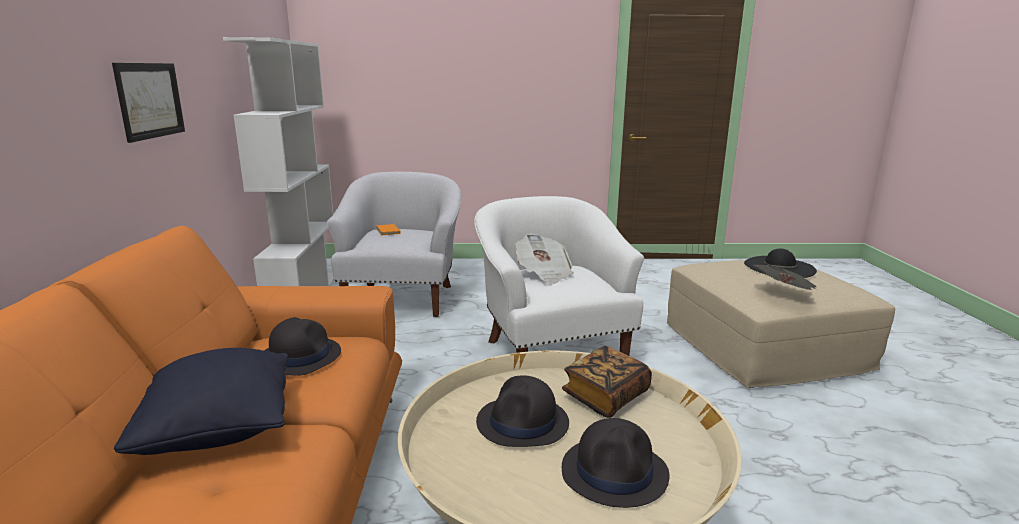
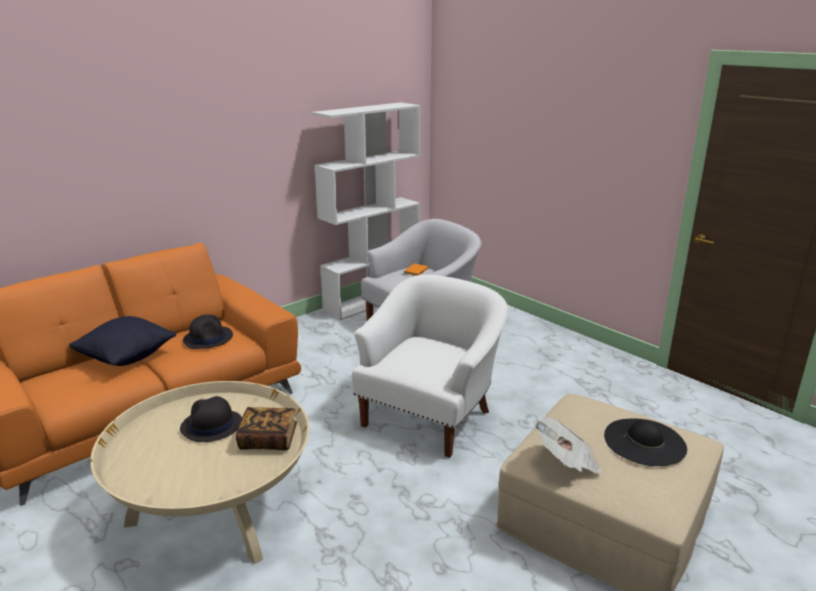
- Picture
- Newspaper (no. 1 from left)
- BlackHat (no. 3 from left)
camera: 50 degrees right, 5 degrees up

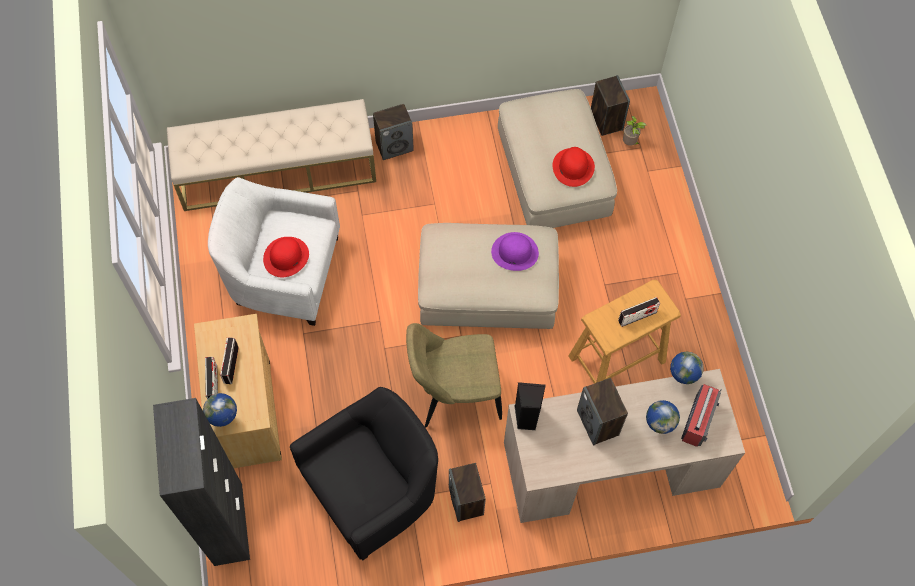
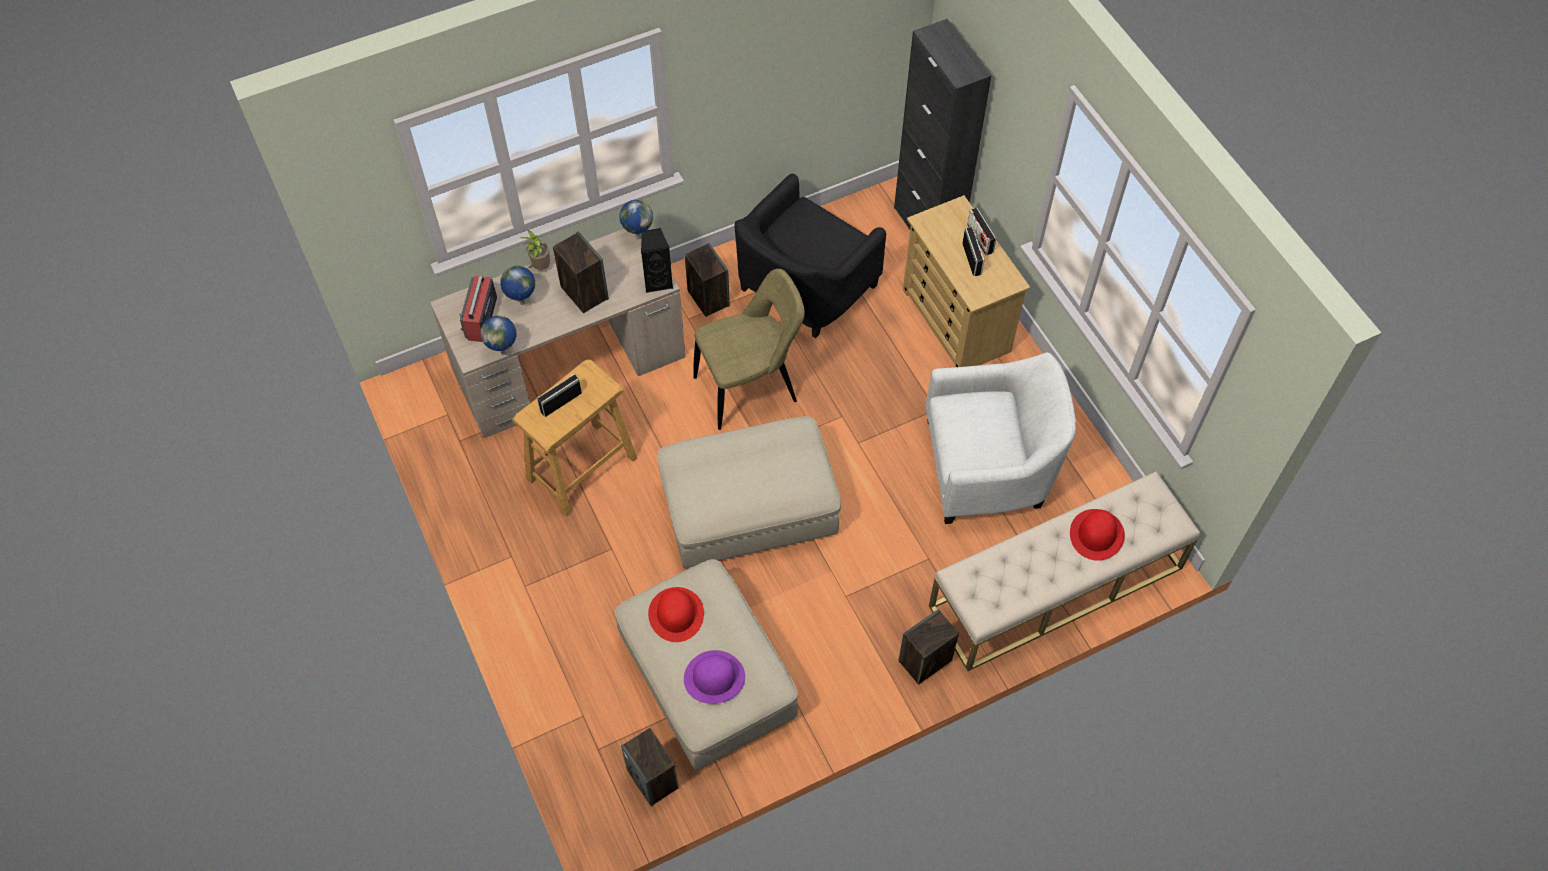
~ PottedPlant
~ PurpleHat
~ RedHat (no. 1 from left in the first image) to RedHat (no. 2 from left)
~ Globe (no. 1 from left in the first image) to Globe (no. 3 from left)
camera: 165 degrees right, 5 degrees down

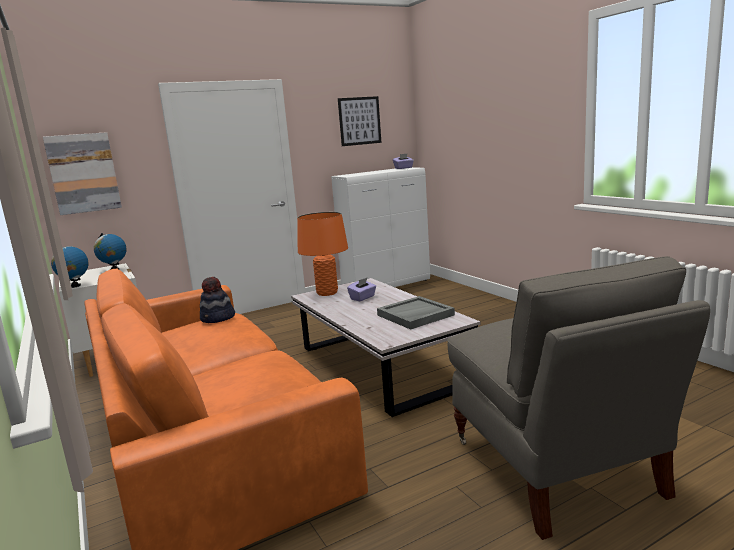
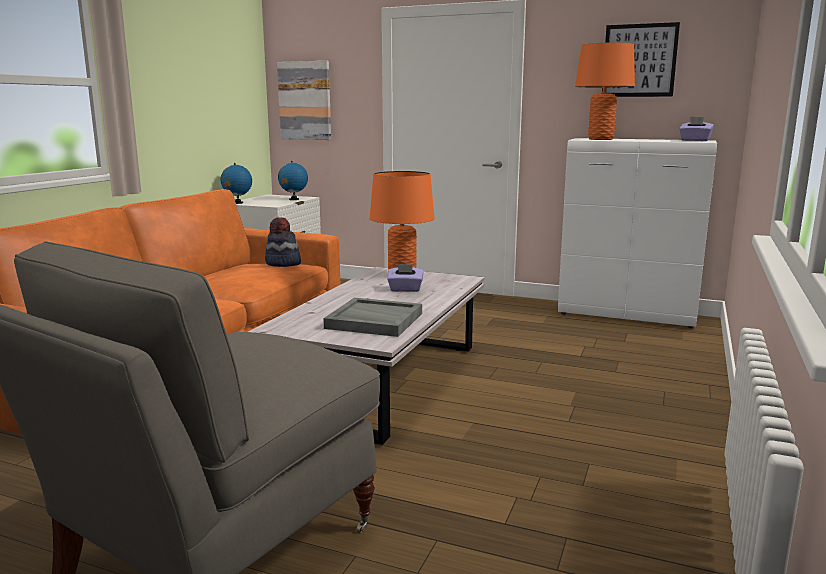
+ OrangeTableLamp (no. 2 from left)
camera: 50 degrees right, 0 degrees up

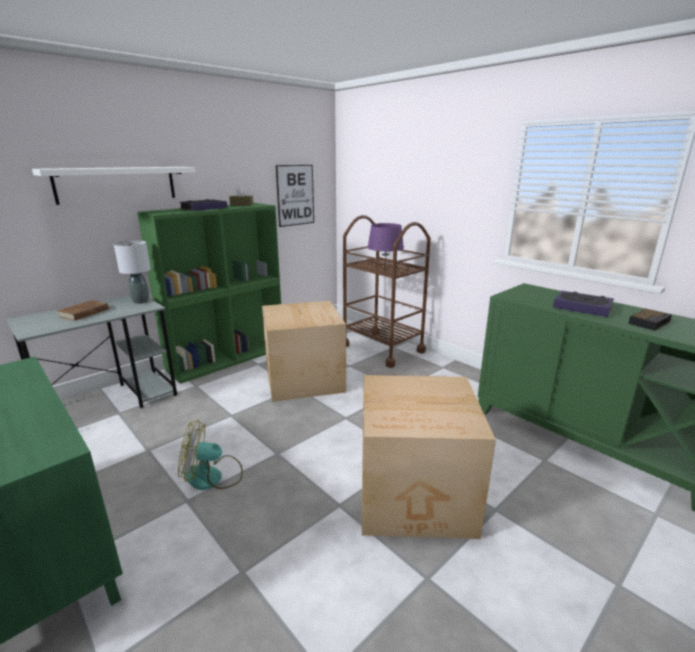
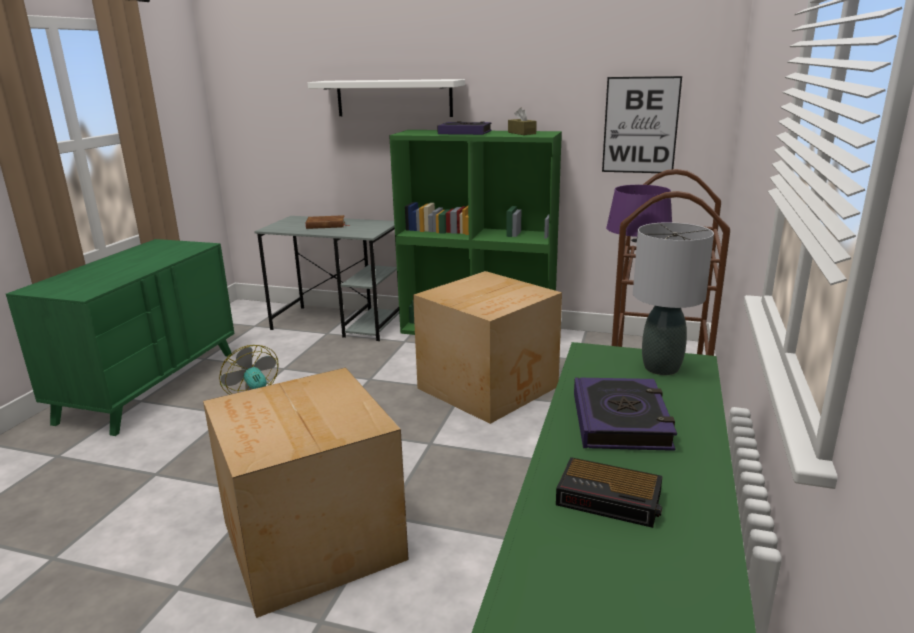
~ GreyTableLamp
camera: 60 degrees right, 0 degrees up

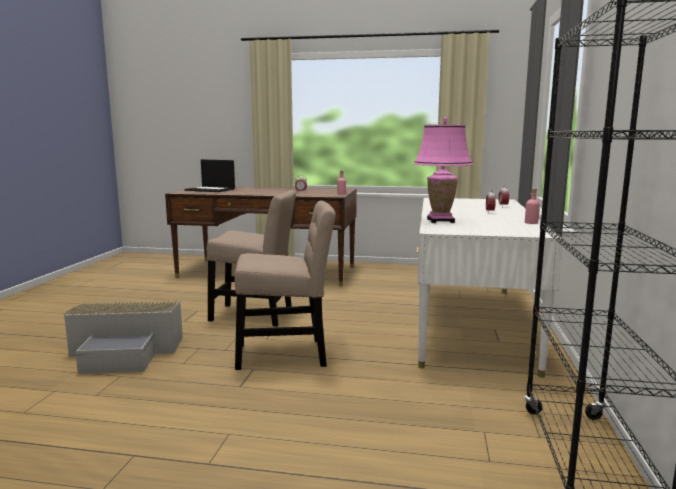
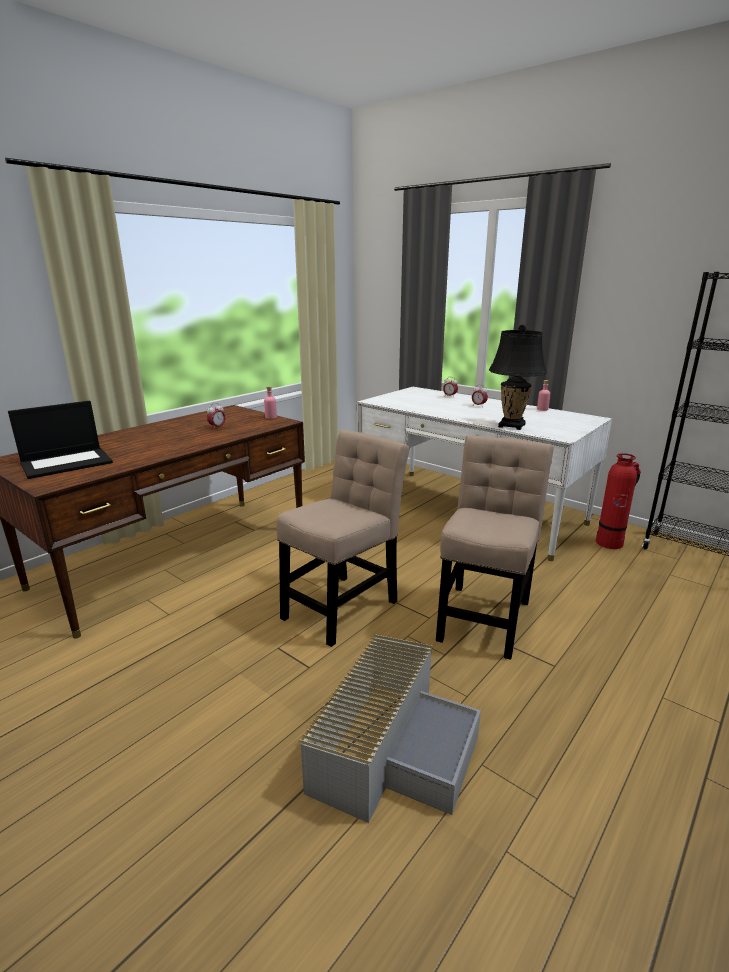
~ PinkTableLamp to BlackTableLamp
+ FireExtinguisher
camera: 60 degrees left, 10 degrees up

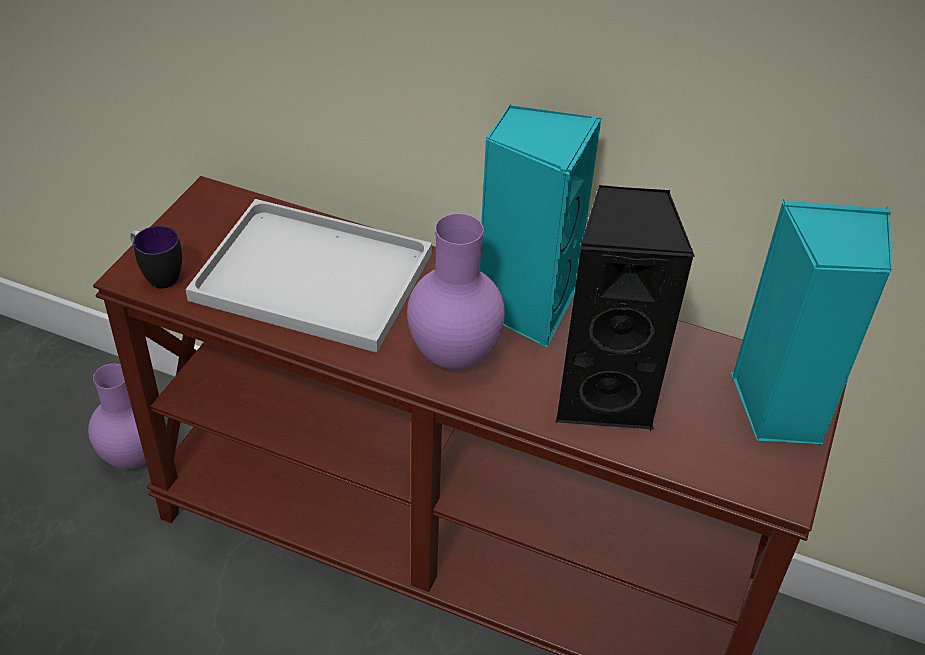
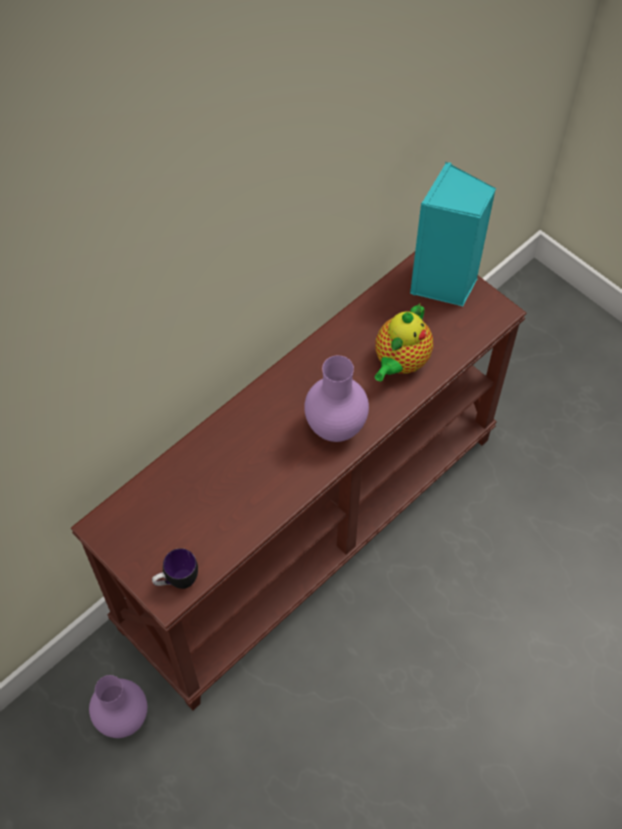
- TurquoiseSpeaker (no. 1 from left)
~ BlackSpeaker to Teapot
- WhiteTray
camera: 65 degrees left, 15 degrees up

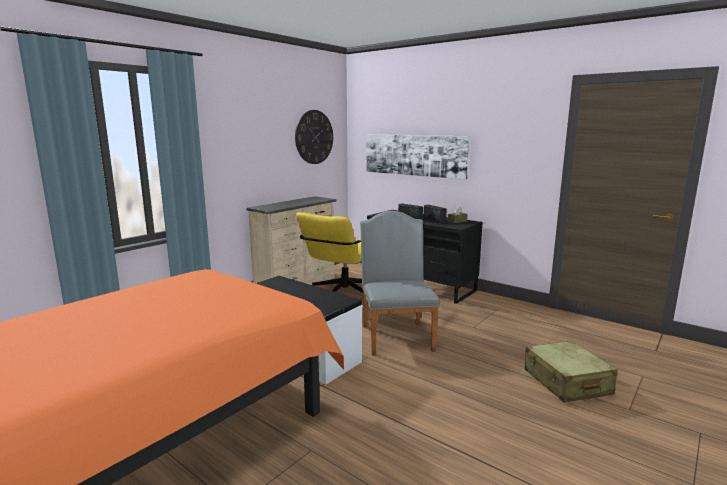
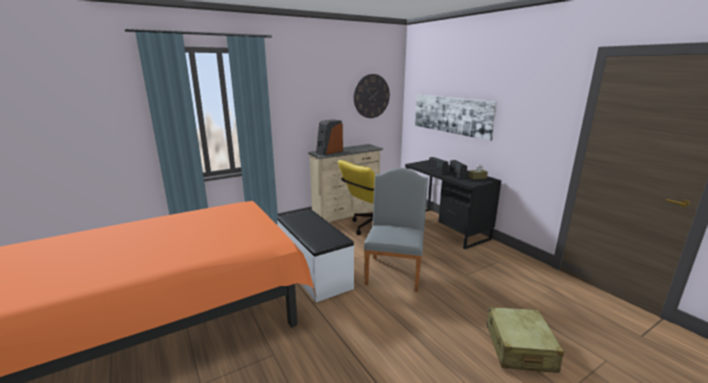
+ Speaker
camera: 20 degrees right, 5 degrees up

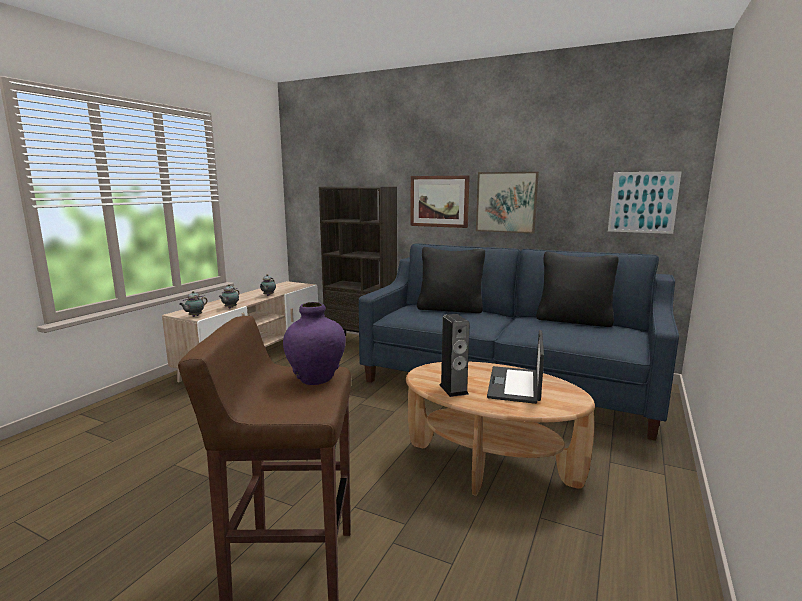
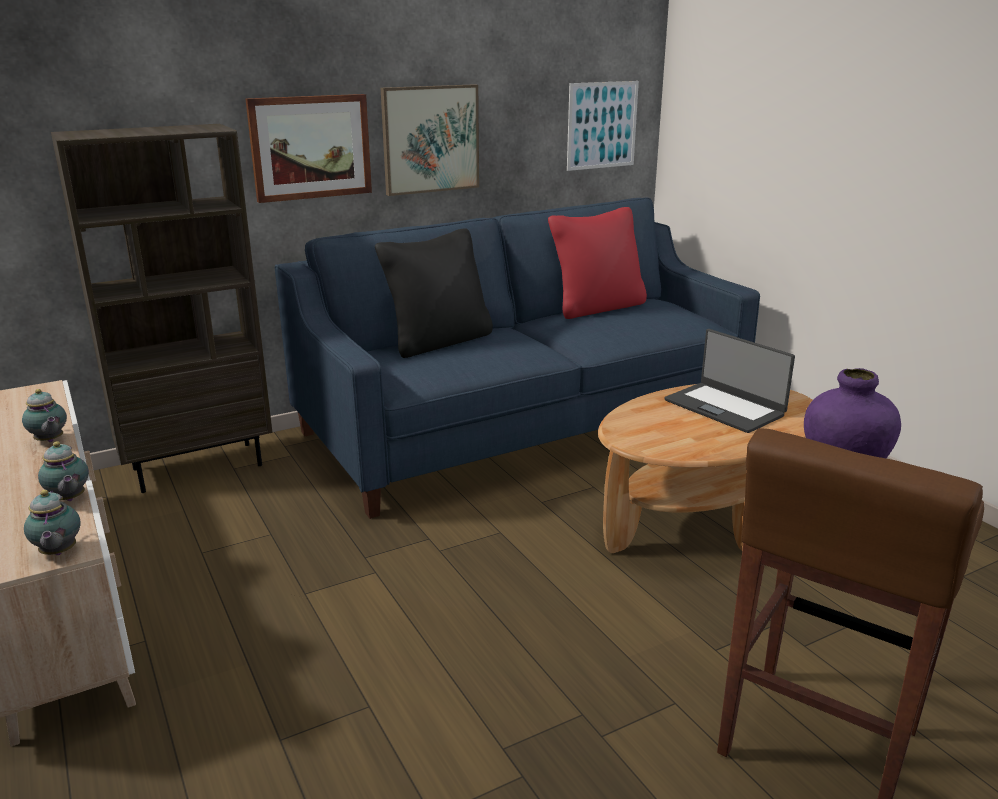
~ BlackPillow (no. 2 from left) to RedPillow
- Speaker
camera: 55 degrees left, 10 degrees up

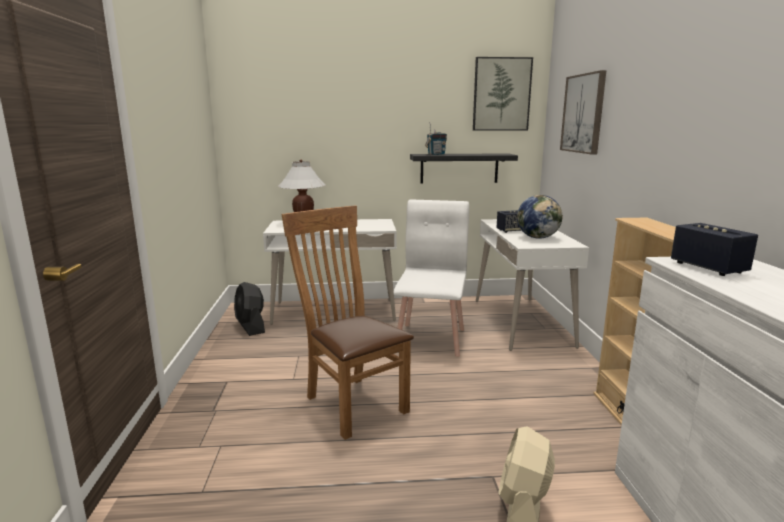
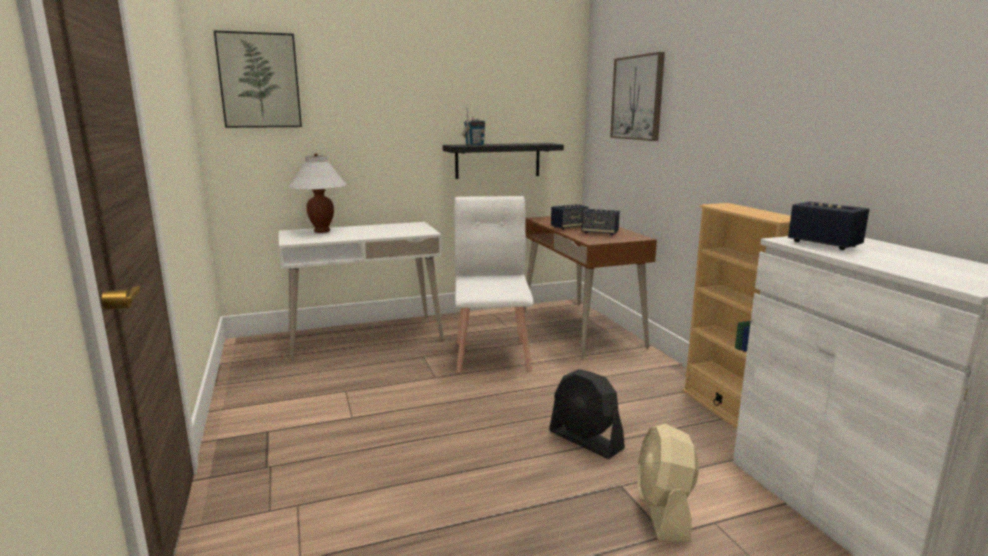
~ Picture (no. 1 from left)
~ Globe to Speaker (no. 2 from left)
- BrownChair
~ WhiteDesk (no. 2 from left) to BrownDesk
~ BlackFan
camera: 15 degrees left, 0 degrees up

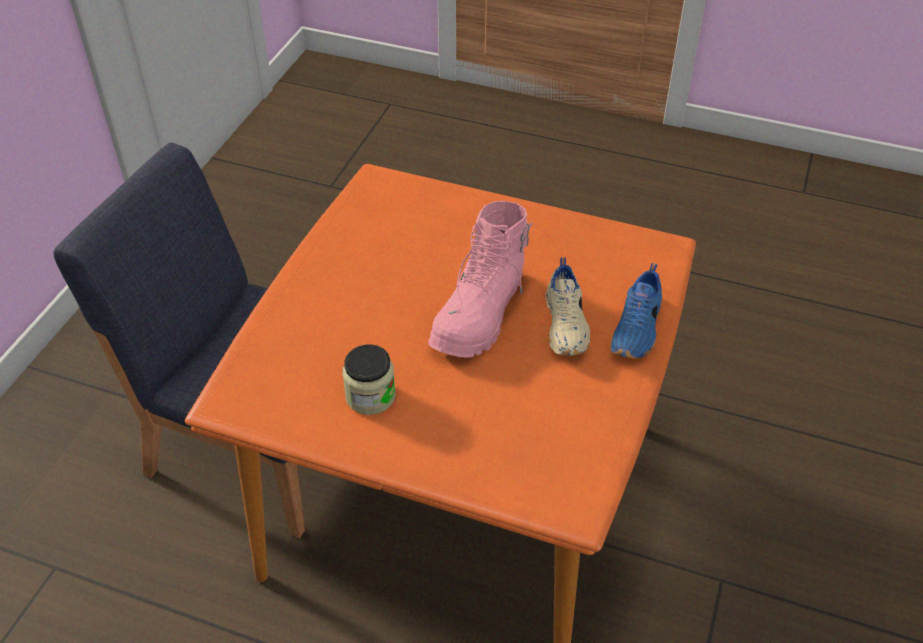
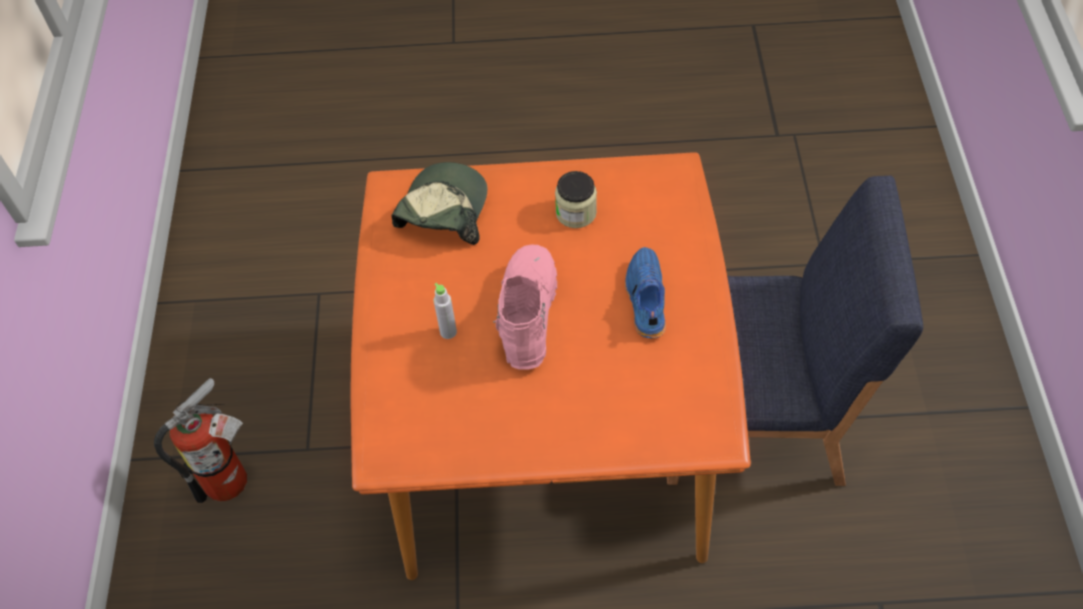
~ BeigeShoe to GreyBottle
~ BlueShoe
+ Cap
+ FireExtinguisher
camera: 160 degrees right, 10 degrees up

